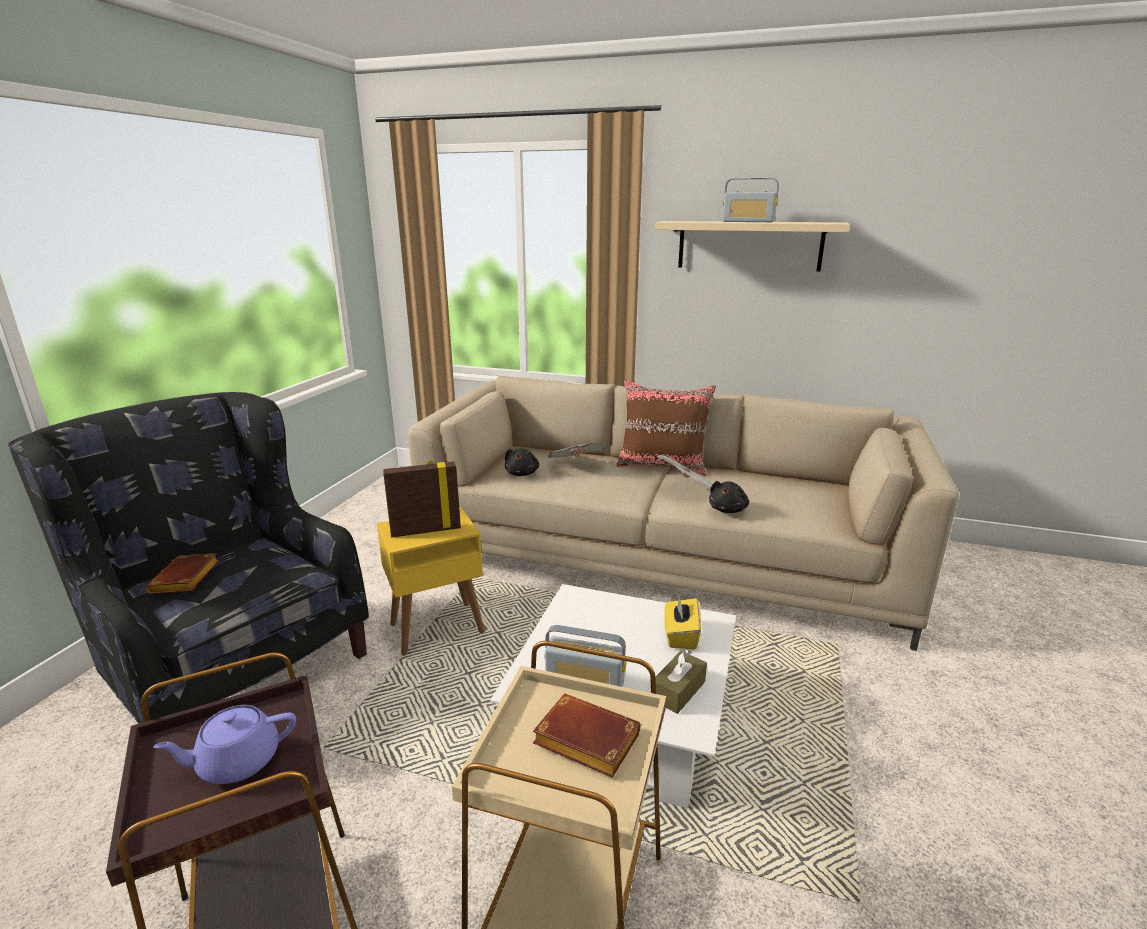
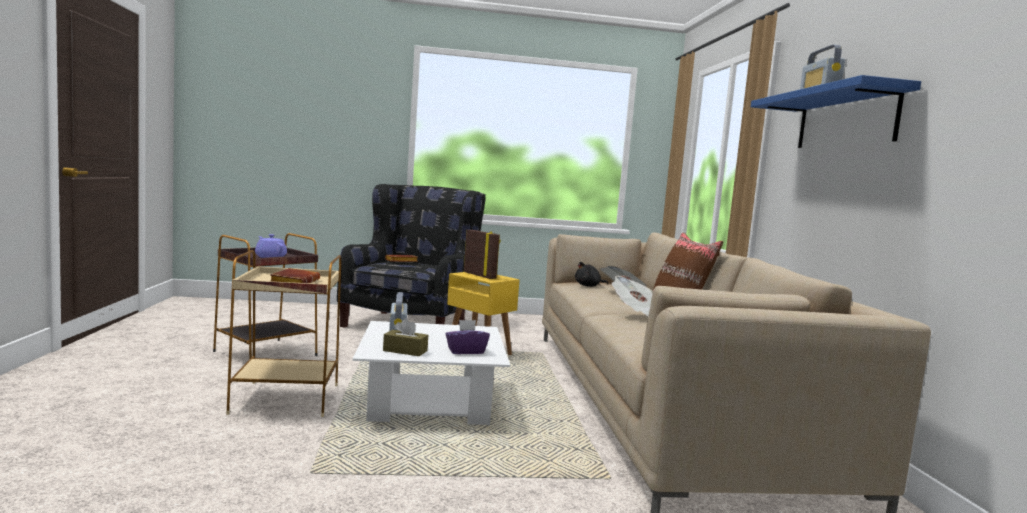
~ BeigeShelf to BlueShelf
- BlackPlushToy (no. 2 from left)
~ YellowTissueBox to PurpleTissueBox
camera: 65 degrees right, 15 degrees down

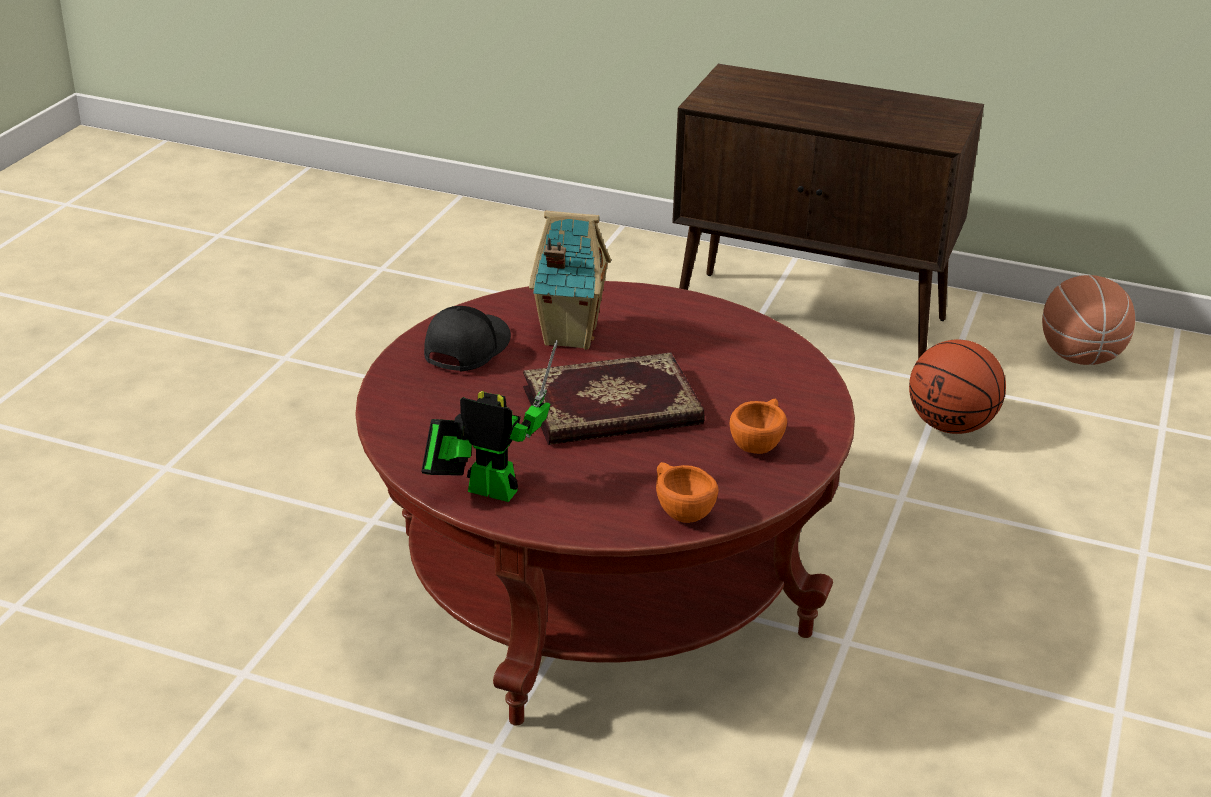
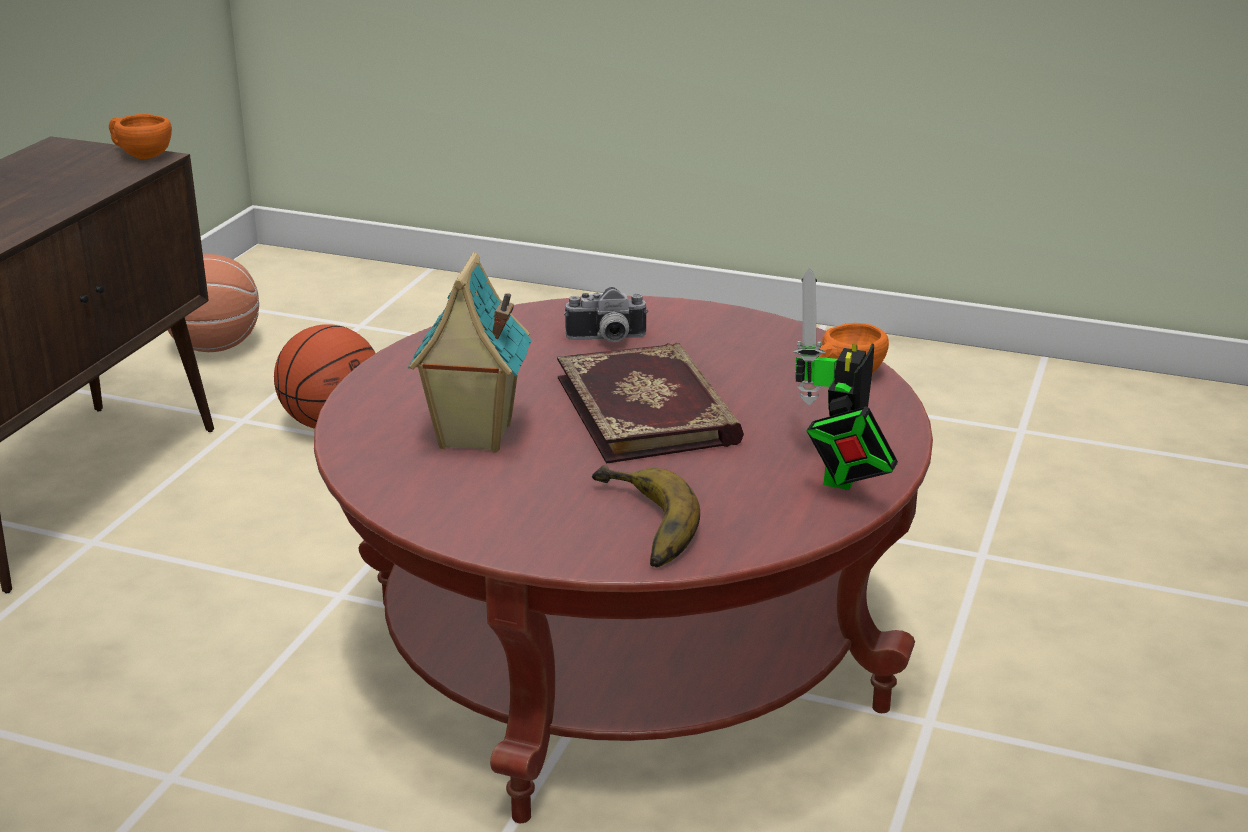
- BlackCap
~ OrangeCup (no. 2 from left in the first image) to OrangeCup (no. 1 from left)
+ PhotoCamera
+ Banana
camera: 90 degrees left, 5 degrees down

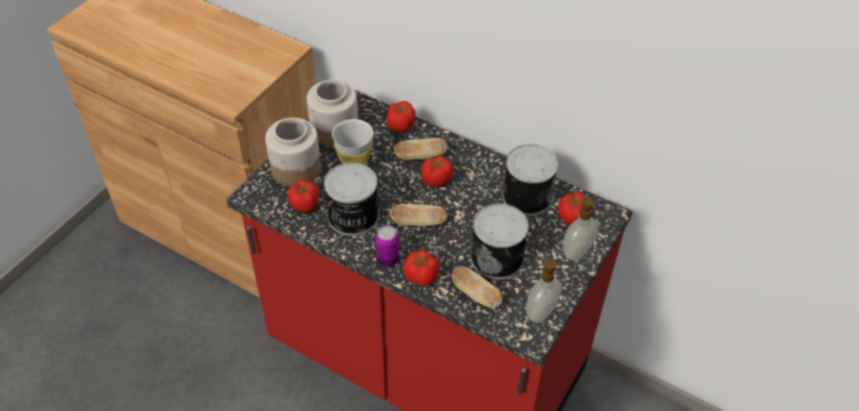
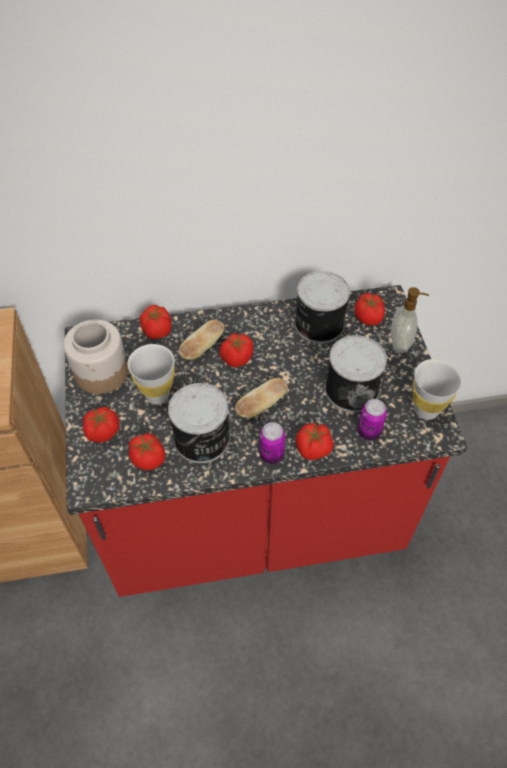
~ Jar (no. 1 from left) to Tomato (no. 1 from left)
~ SoapDispenser (no. 1 from left) to WhiteCup (no. 2 from left)
~ Bread (no. 3 from left) to Can (no. 5 from left)
camera: 40 degrees left, 5 degrees up

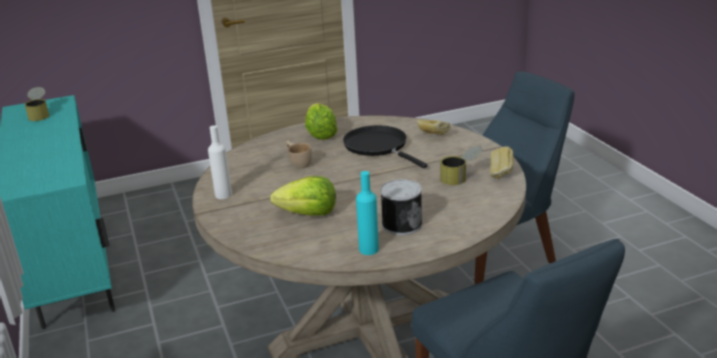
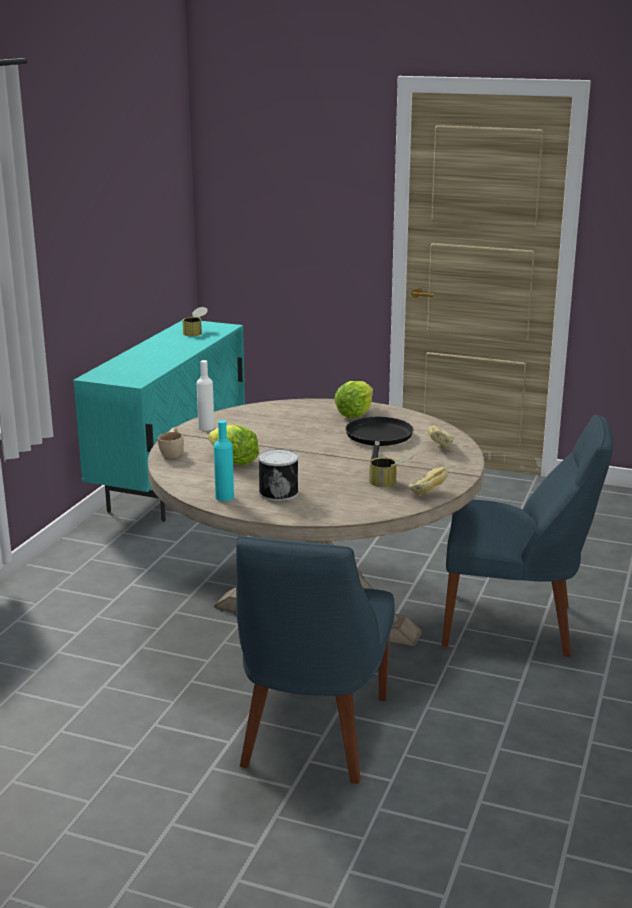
~ BeigeCup
camera: 40 degrees right, 5 degrees down

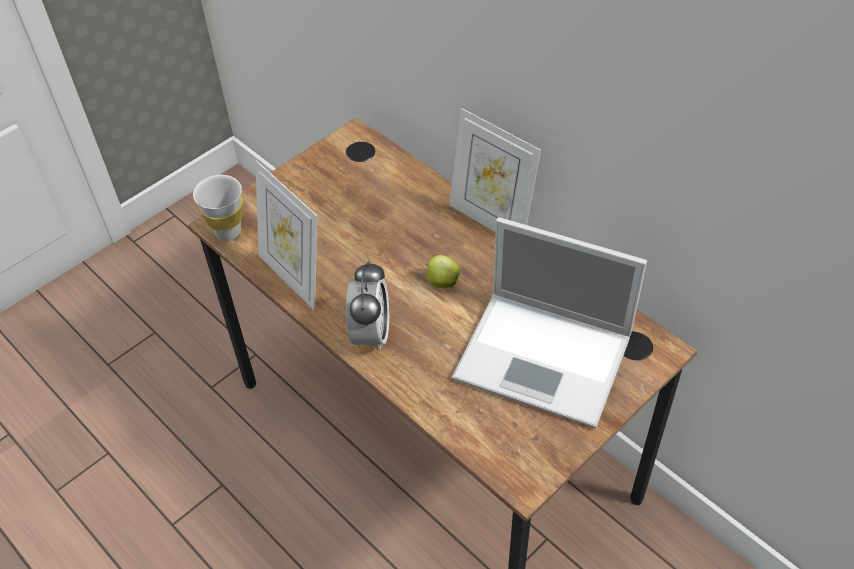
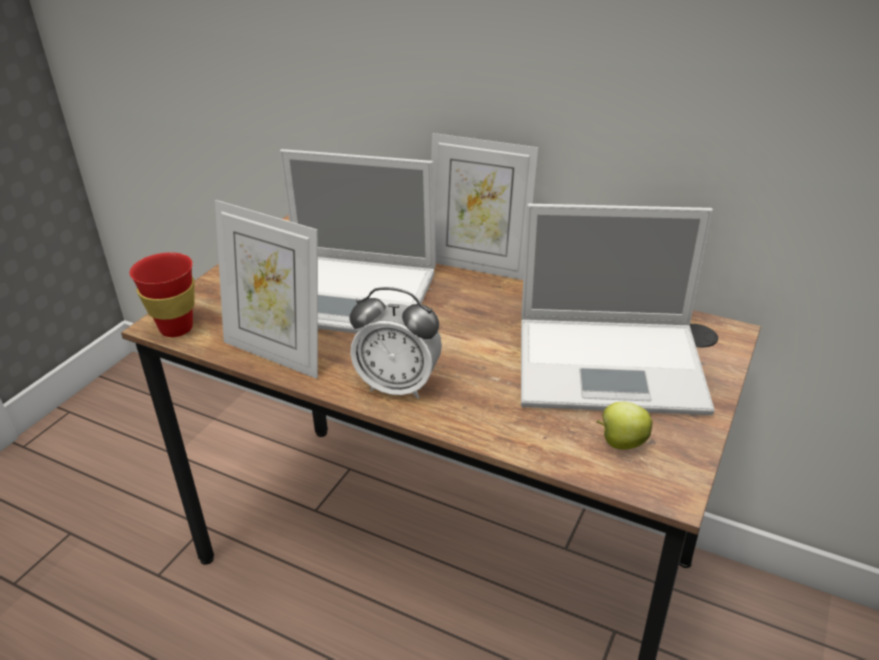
~ WhiteCup to RedCup
~ Apple
~ AlarmClock 120 degrees clockwise
+ Laptop (no. 1 from left)
camera: 20 degrees left, 15 degrees down

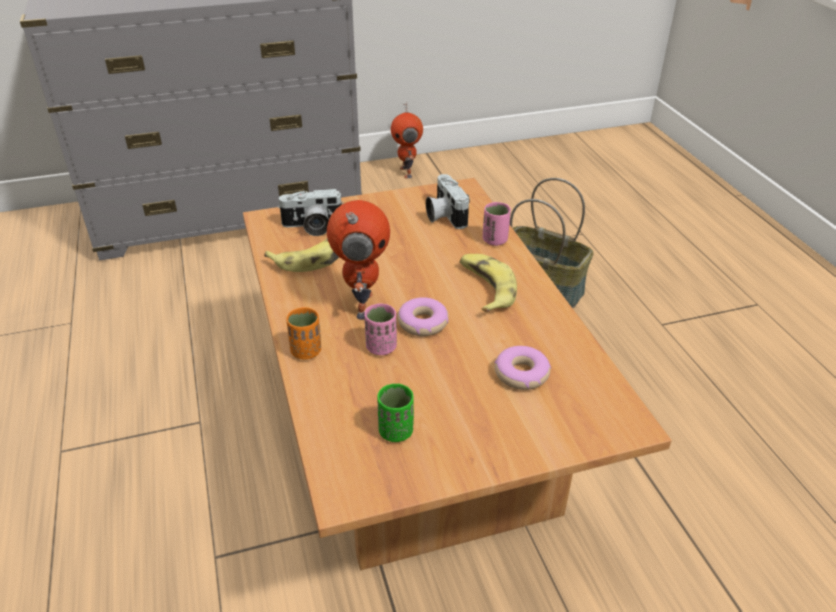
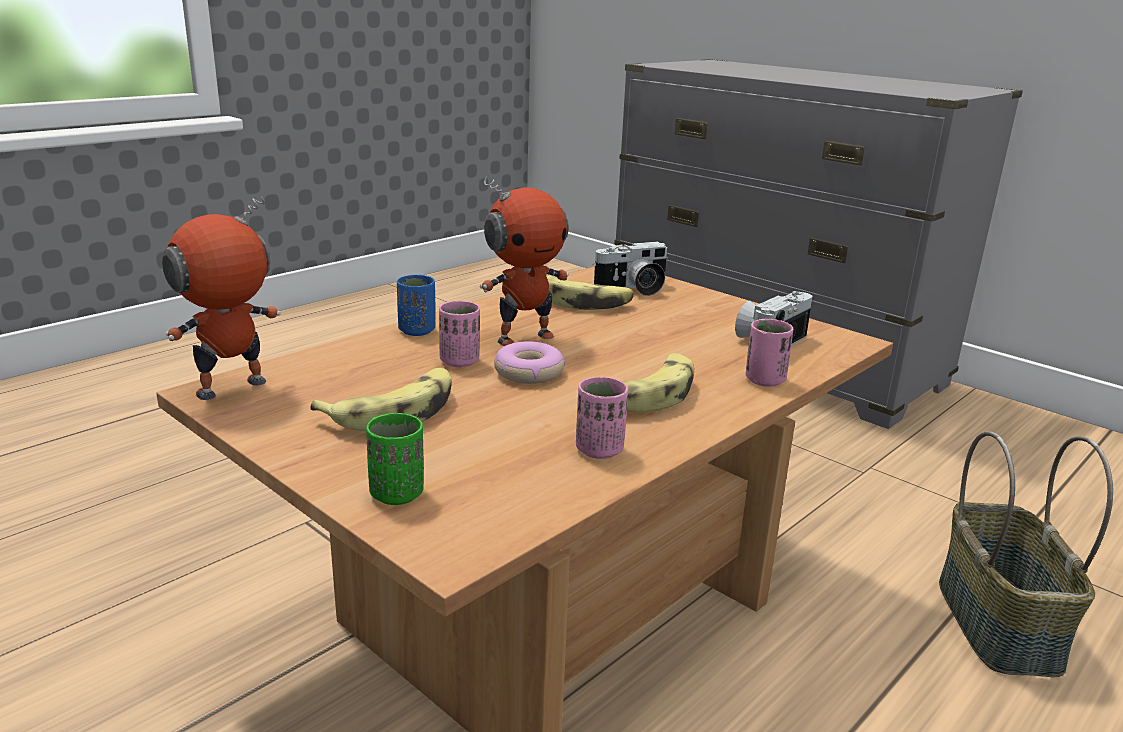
~ ToyRobot (no. 2 from left in the first image) to ToyRobot (no. 1 from left)
~ PhotoCamera (no. 1 from left) 75 degrees counterclockwise
~ OrangeCup to BlueCup
- Donut (no. 2 from left)
~ GreenCup
+ Banana (no. 1 from left)
+ PinkCup (no. 2 from left)
camera: 60 degrees right, 15 degrees down

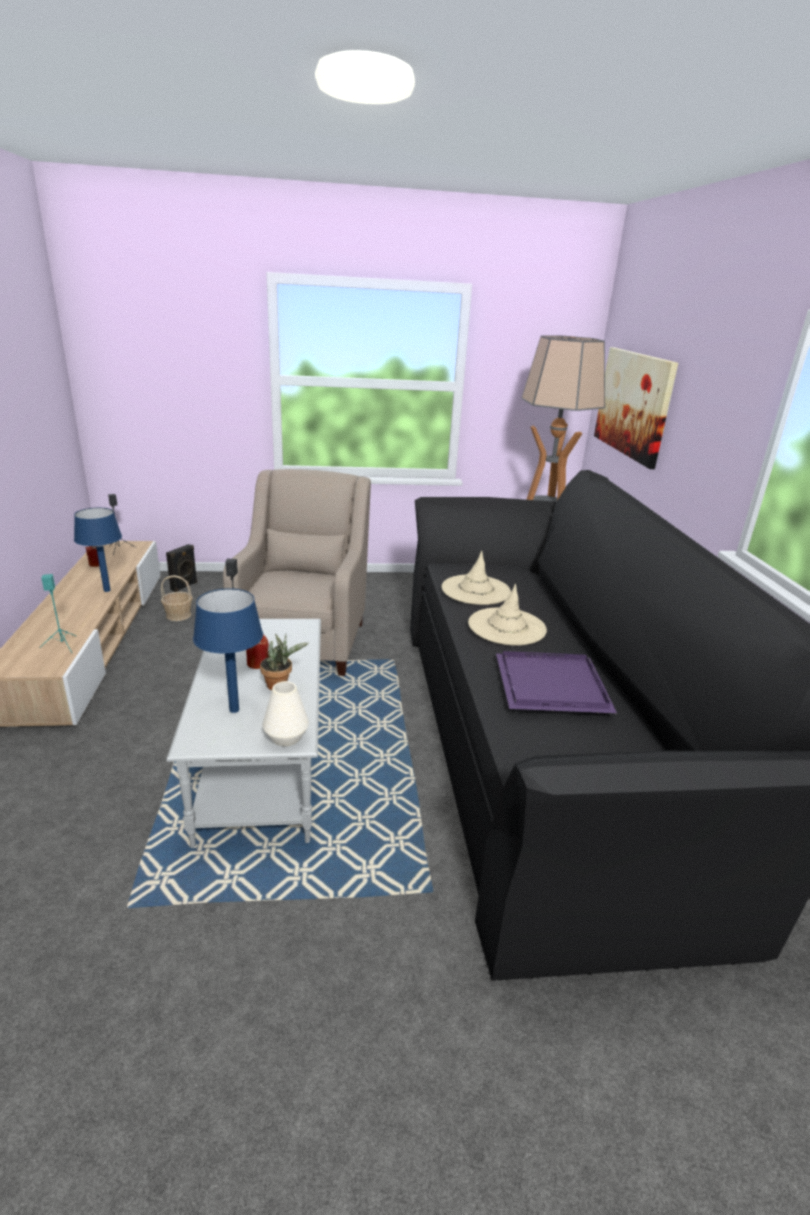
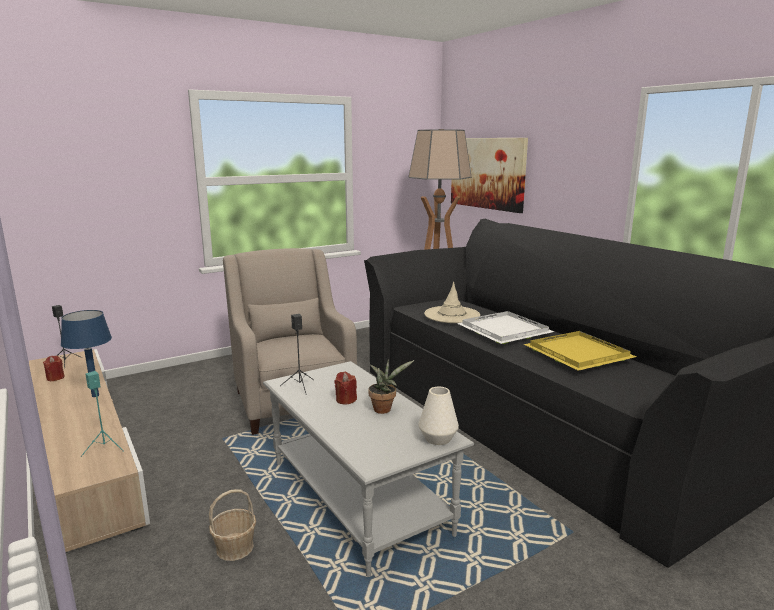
- BlackSpeaker (no. 2 from left)
~ Basket
~ BeigeHat (no. 2 from left) to WhiteTray
- BlueTableLamp (no. 2 from left)
~ PurpleTray to YellowTray
camera: 25 degrees left, 10 degrees down

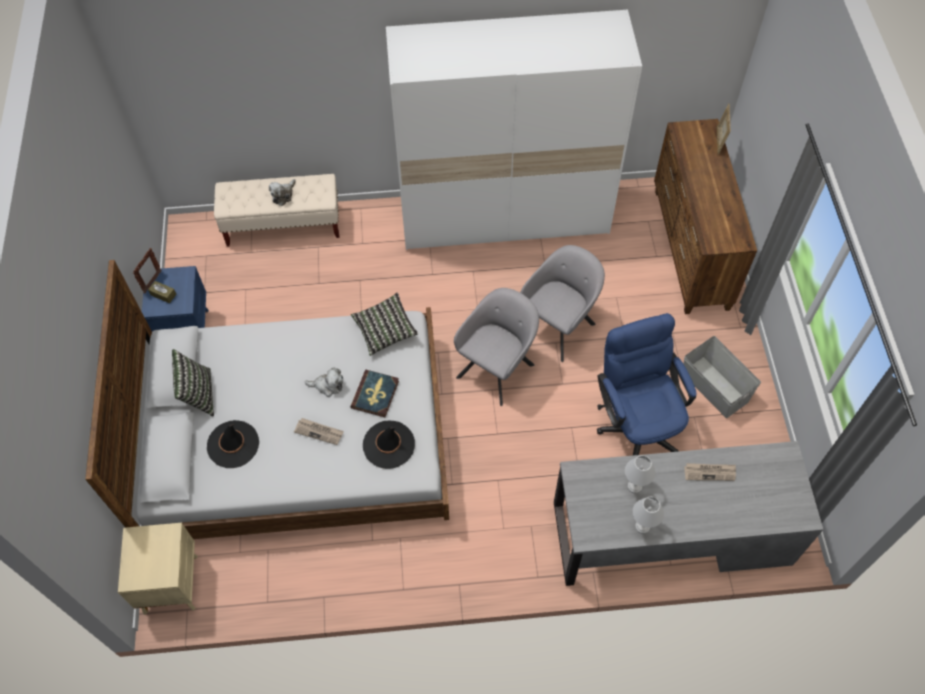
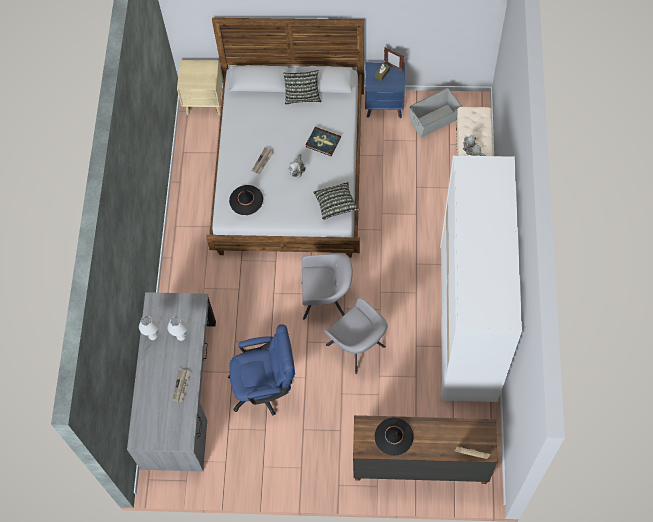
~ GreyArmchair (no. 1 from left) 45 degrees counterclockwise
~ GreyStorageBox
~ Book
~ BlackHat (no. 1 from left in the first image) to BlackHat (no. 2 from left)
camera: 100 degrees right, 5 degrees up

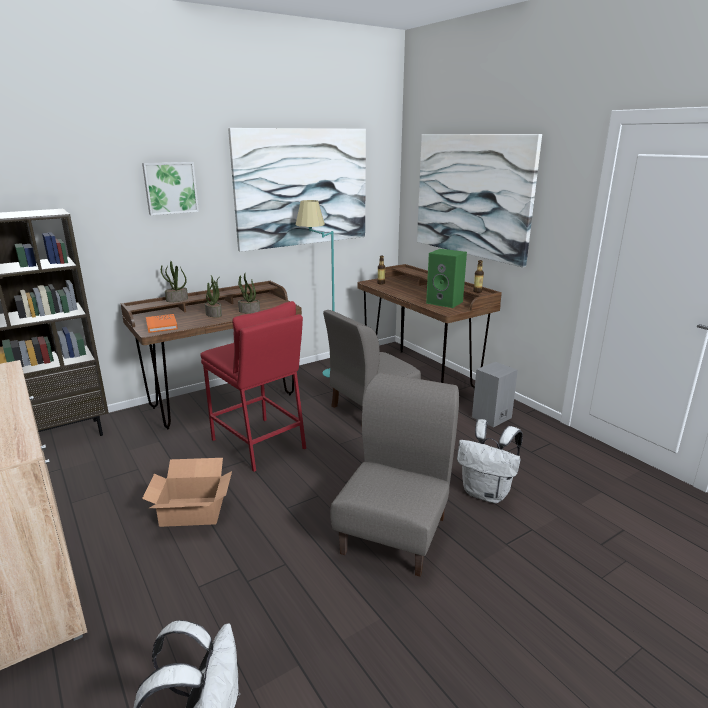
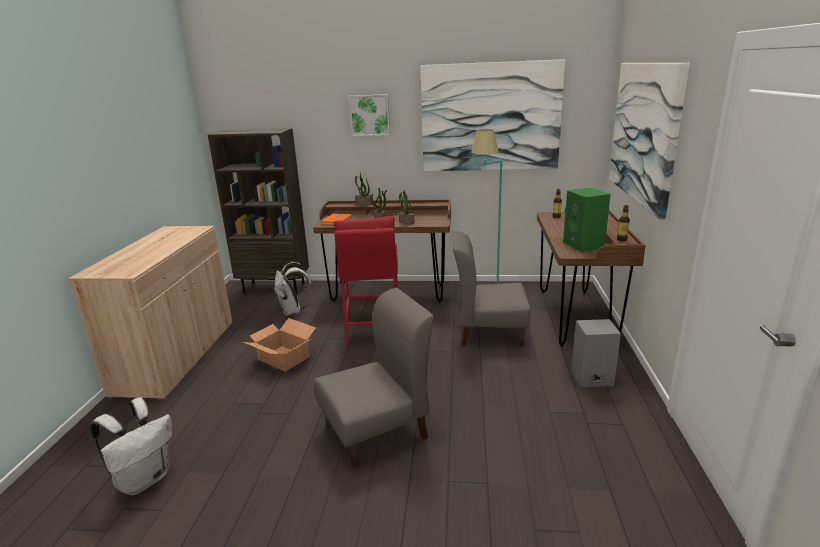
~ WhiteBackpack (no. 2 from left)
camera: 40 degrees right, 0 degrees up

